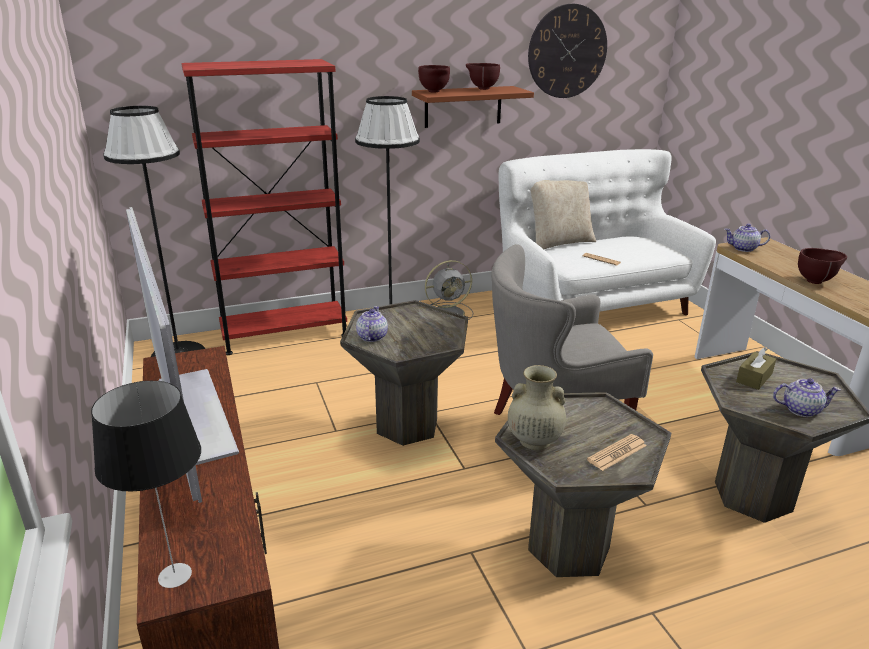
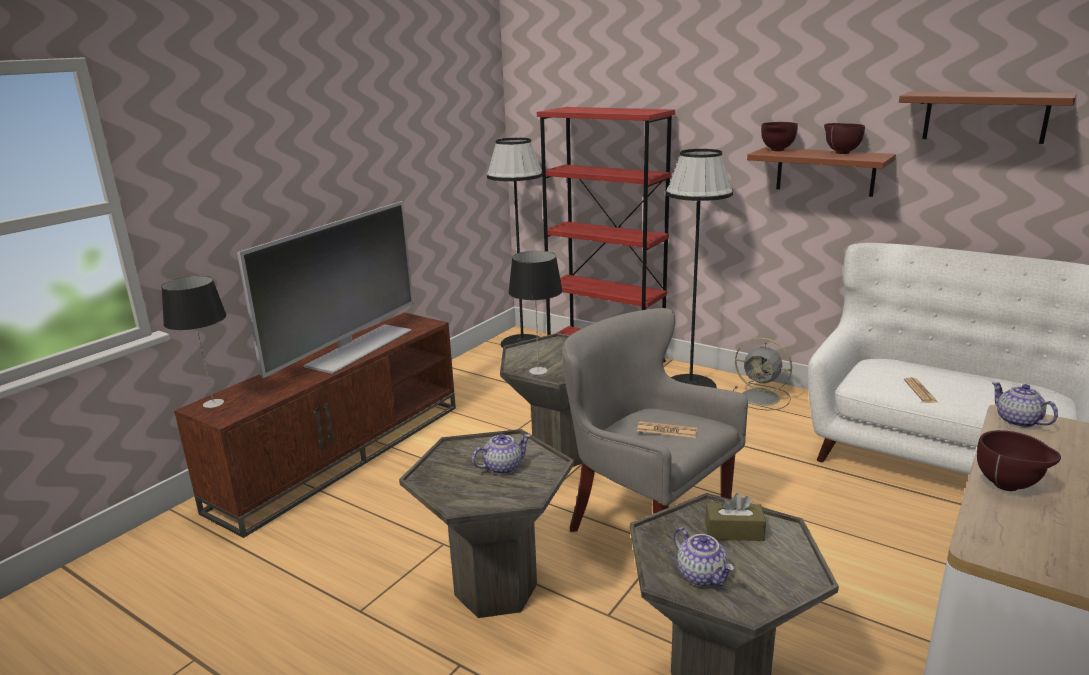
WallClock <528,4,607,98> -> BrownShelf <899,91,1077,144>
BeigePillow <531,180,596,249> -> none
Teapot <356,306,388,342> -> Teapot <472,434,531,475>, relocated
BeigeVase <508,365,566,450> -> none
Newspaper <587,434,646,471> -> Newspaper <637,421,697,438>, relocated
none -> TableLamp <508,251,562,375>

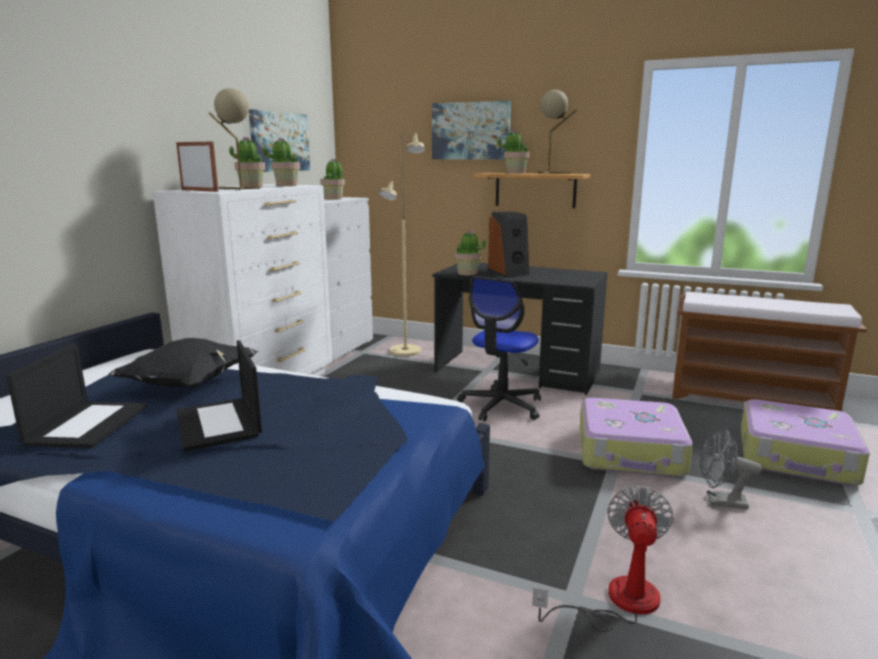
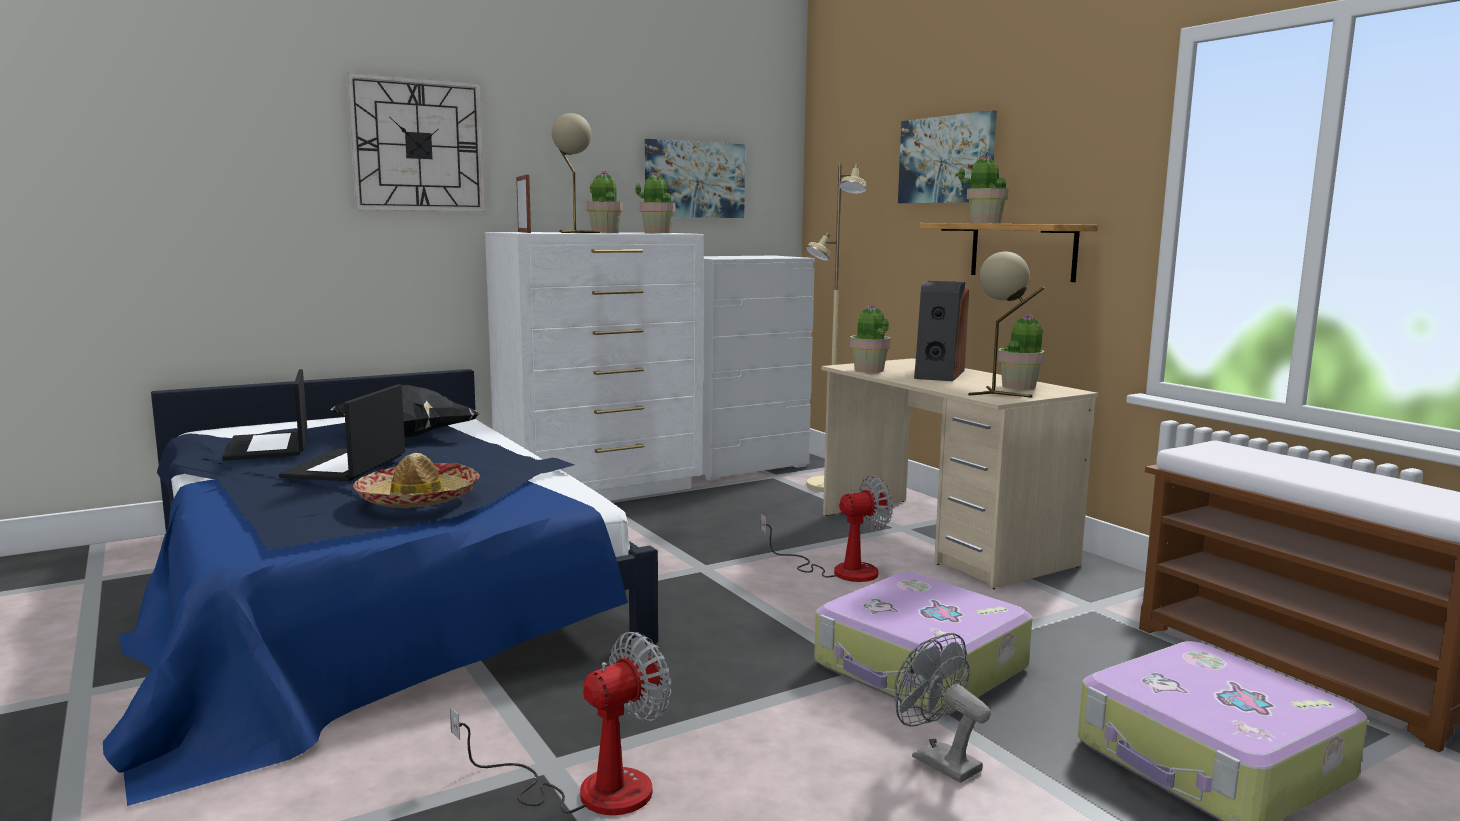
BeigeTableLamp <537,90,577,174> -> BeigeTableLamp <968,251,1045,398>, relocated
PottedPlant <320,159,345,200> -> PottedPlant <998,314,1045,390>, relocated
BlackDesk <432,263,608,395> -> BeigeDesk <821,358,1098,589>
OfficeChair <457,276,541,421> -> Fan <761,475,893,582>
Laptop <6,344,148,448> -> Laptop <222,369,308,461>, 120 degrees clockwise
none -> WallClock <346,73,485,212>
none -> Hat <353,453,480,508>

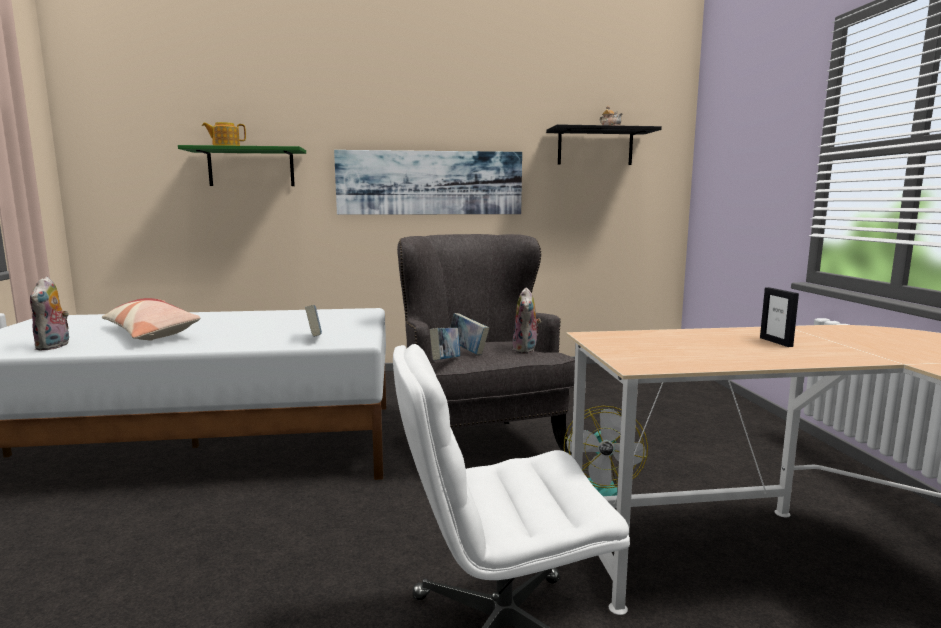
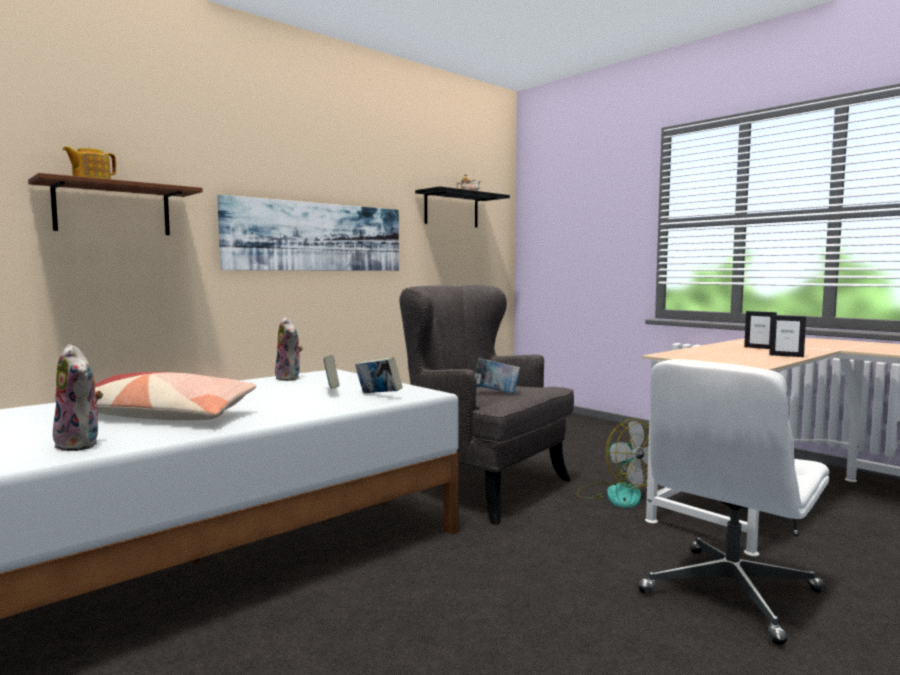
GreenShelf <178,145,306,186> -> BrownShelf <28,173,203,235>
PlushToy <513,287,542,354> -> PlushToy <275,317,303,381>, relocated
Book <430,328,460,361> -> Book <323,355,340,388>, relocated
none -> PictureFrame <769,315,806,357>

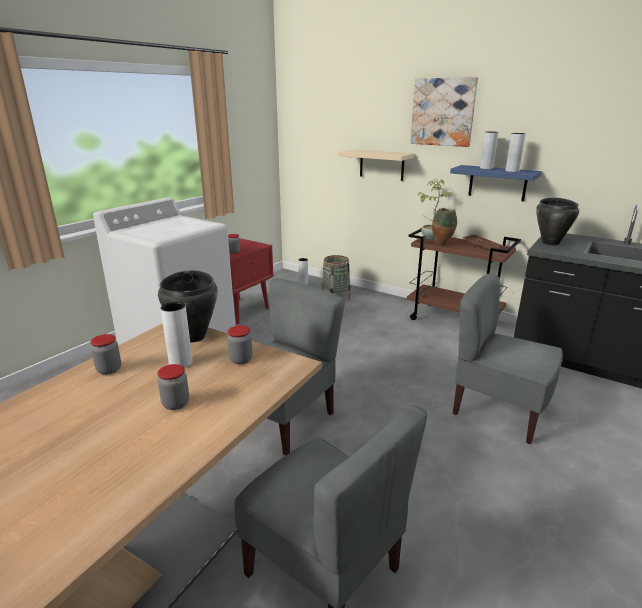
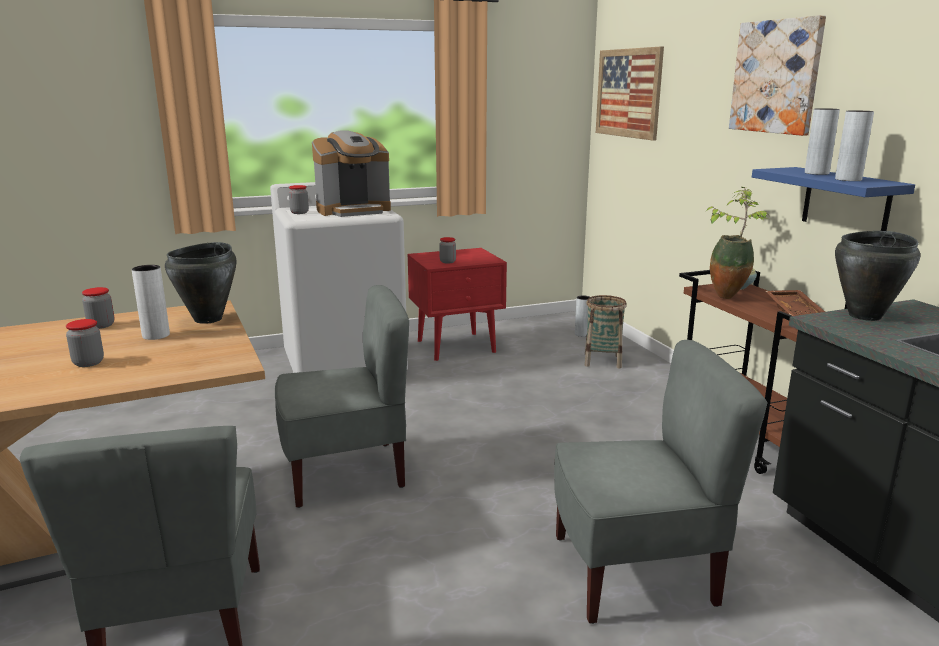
BeigeShelf <338,149,414,181> -> none
GreyChair <453,273,563,444> -> GreyChair <554,340,768,624>, 105 degrees clockwise
Jar <227,325,253,364> -> Jar <289,185,309,214>, relocated
none -> Picture <596,47,664,141>
none -> CoffeeMachine <312,130,391,217>

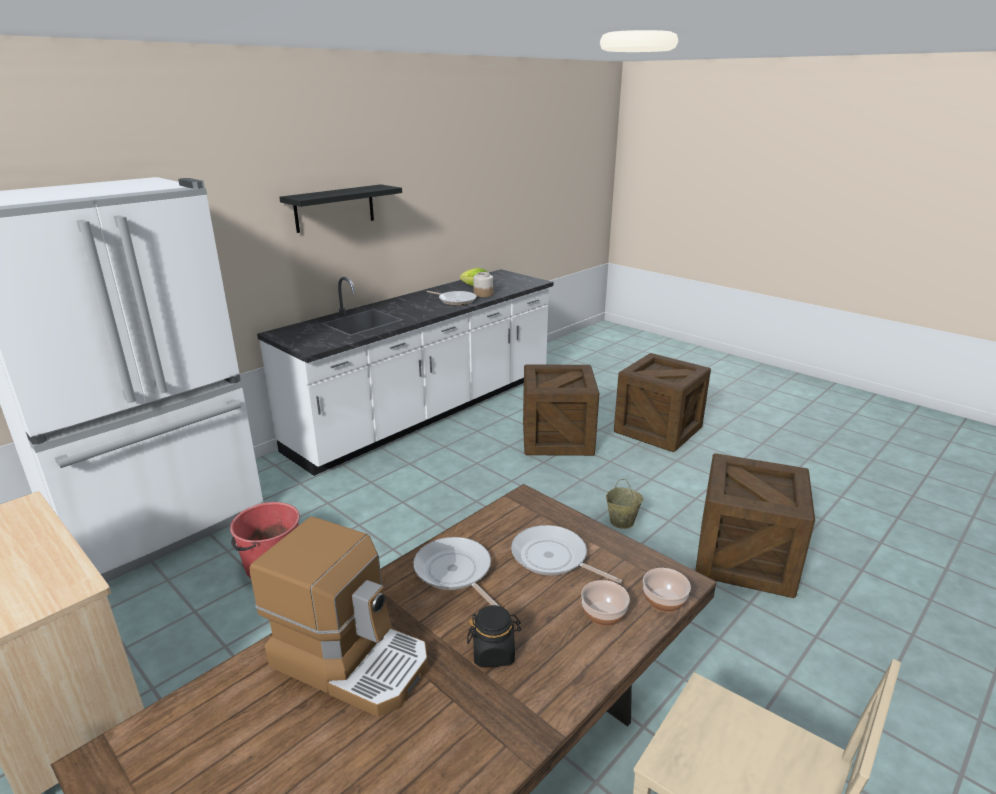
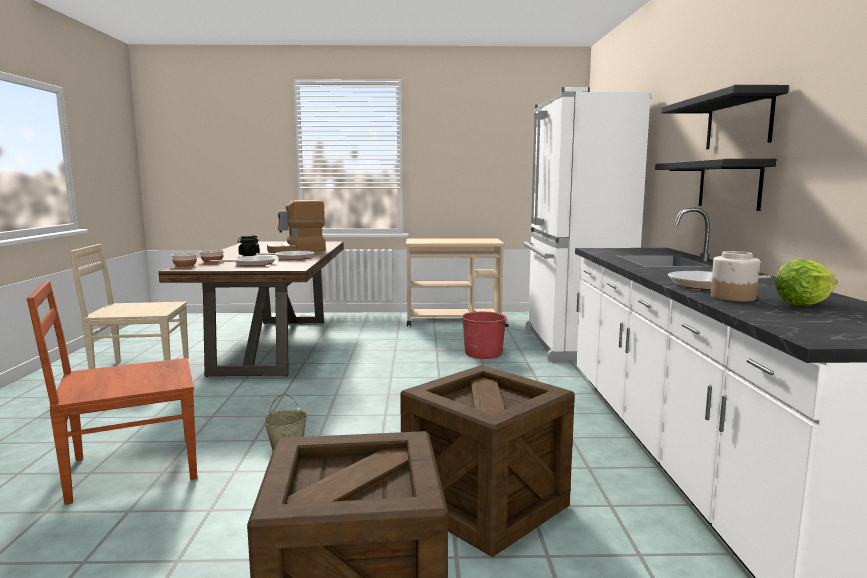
Crate <695,453,815,598> -> BrownChair <27,280,197,505>
none -> BlackShelf <655,159,776,211>

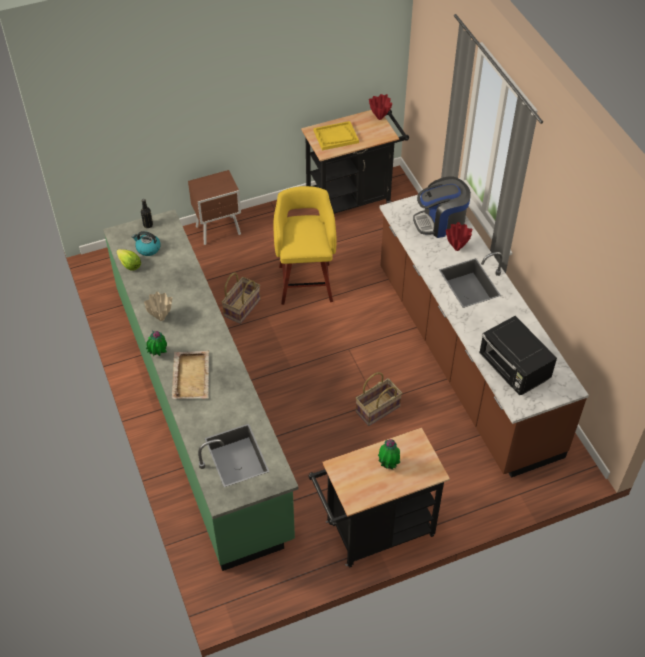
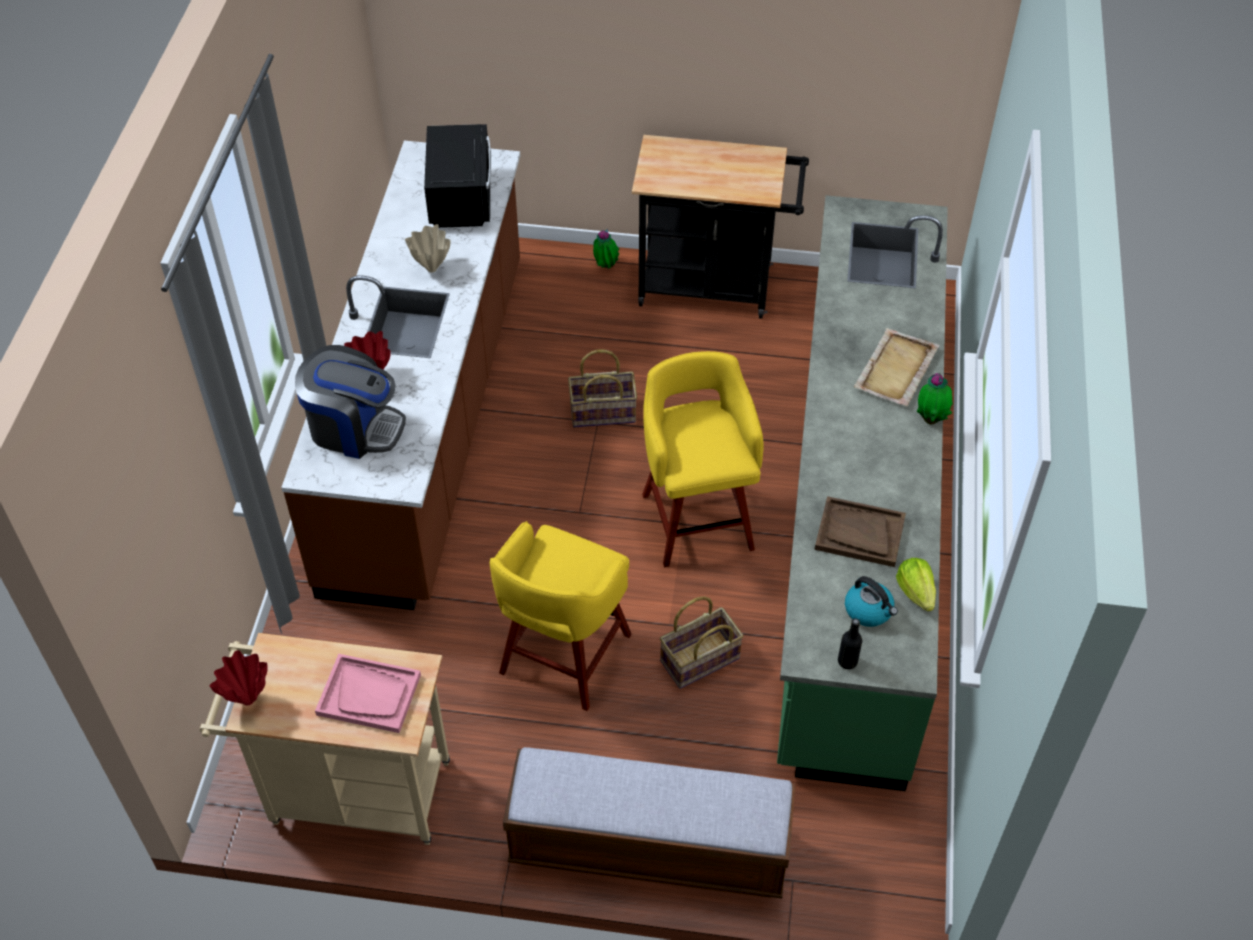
BlackCart <301,109,409,214> -> BeigeCart <200,633,450,845>
YellowTray <314,121,359,150> -> PinkTray <315,654,421,733>
BrownNightstand <188,170,241,245> -> Bench <503,747,796,898>
BeigeVase <144,291,172,321> -> BeigeVase <405,224,451,273>, relocated
PottedPlant <378,439,400,470> -> PottedPlant <593,229,620,269>, relocated
none -> YellowStool <642,351,764,567>
none -> BrownTray <815,496,906,567>

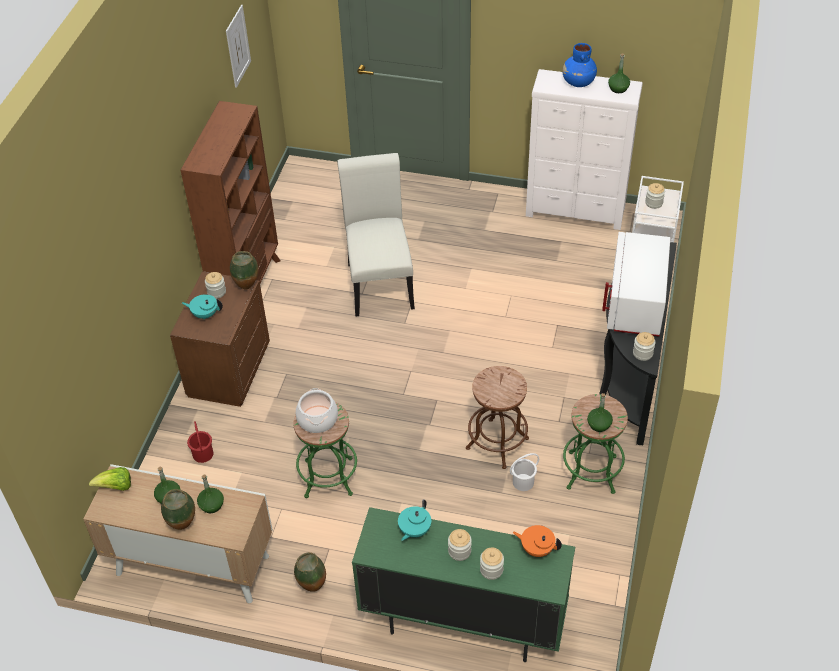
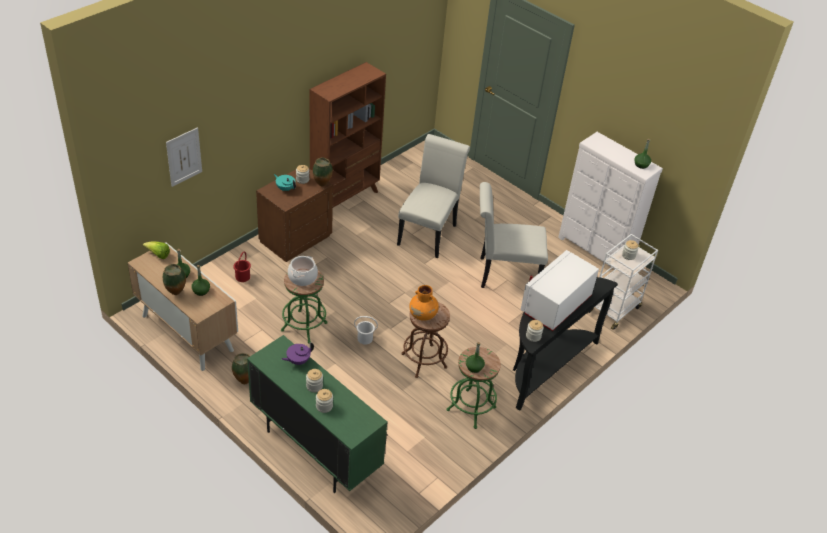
Picture <226,5,251,88> -> Picture <166,127,202,187>, relocated
BlueVase <563,43,597,87> -> none
WhiteBucket <510,453,539,491> -> WhiteBucket <354,316,378,345>, relocated
TurquoiseTeapot <398,500,431,541> -> PurpleTeapot <282,342,314,365>
OrangeTeapot <513,525,562,557> -> none
none -> WhiteChair <480,182,548,288>
none -> OrangeVase <409,285,439,321>

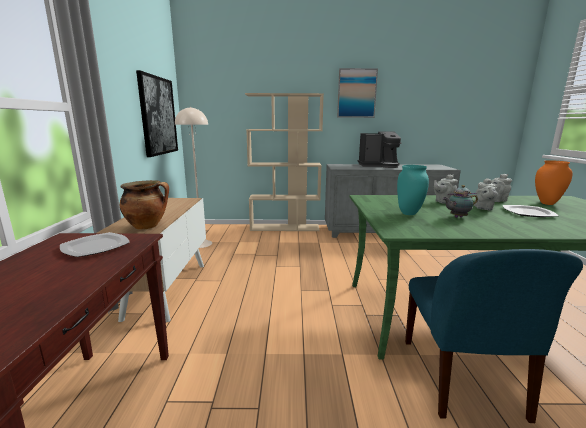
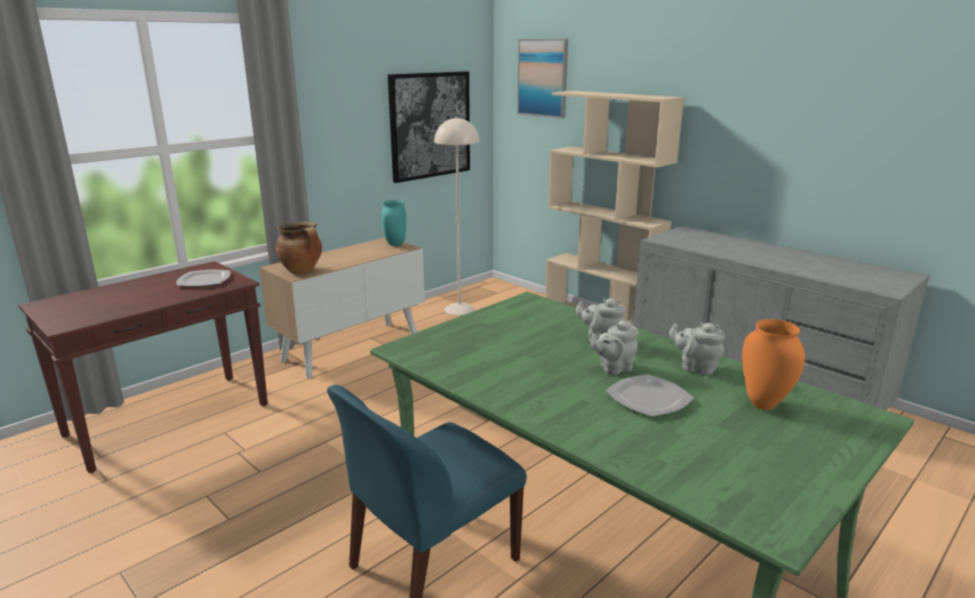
Picture <337,68,378,118> -> Picture <517,39,568,119>, relocated
CoffeeMachine <358,131,402,168> -> none
TurquoiseVase <397,165,429,215> -> TurquoiseVase <382,200,406,246>, relocated
Teapot <443,185,478,218> -> none

